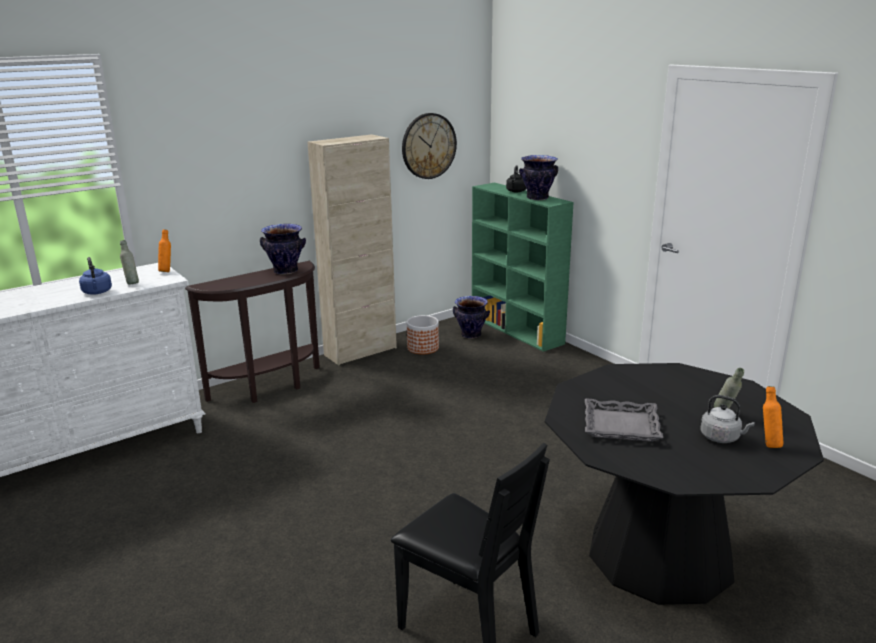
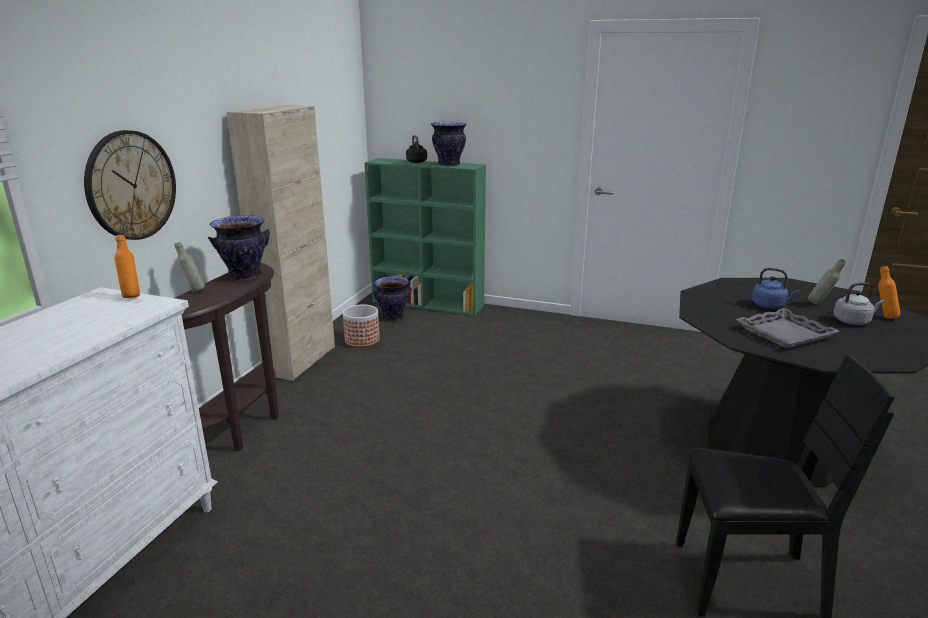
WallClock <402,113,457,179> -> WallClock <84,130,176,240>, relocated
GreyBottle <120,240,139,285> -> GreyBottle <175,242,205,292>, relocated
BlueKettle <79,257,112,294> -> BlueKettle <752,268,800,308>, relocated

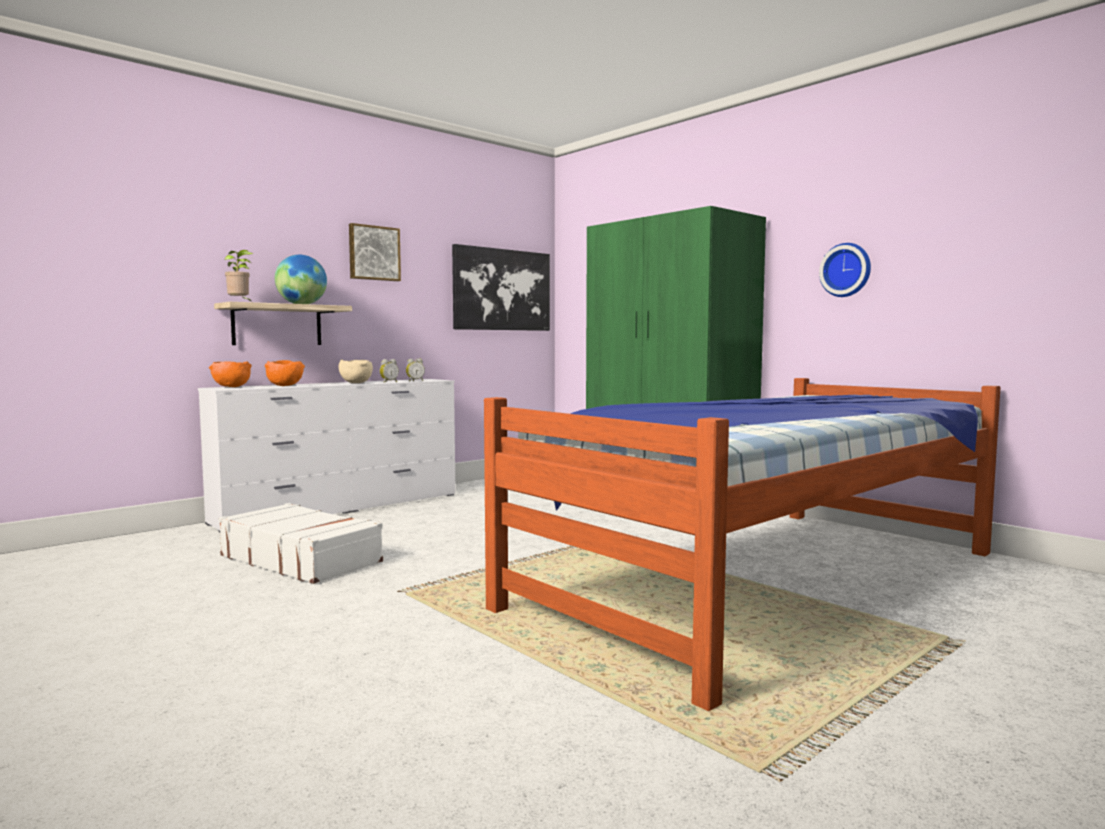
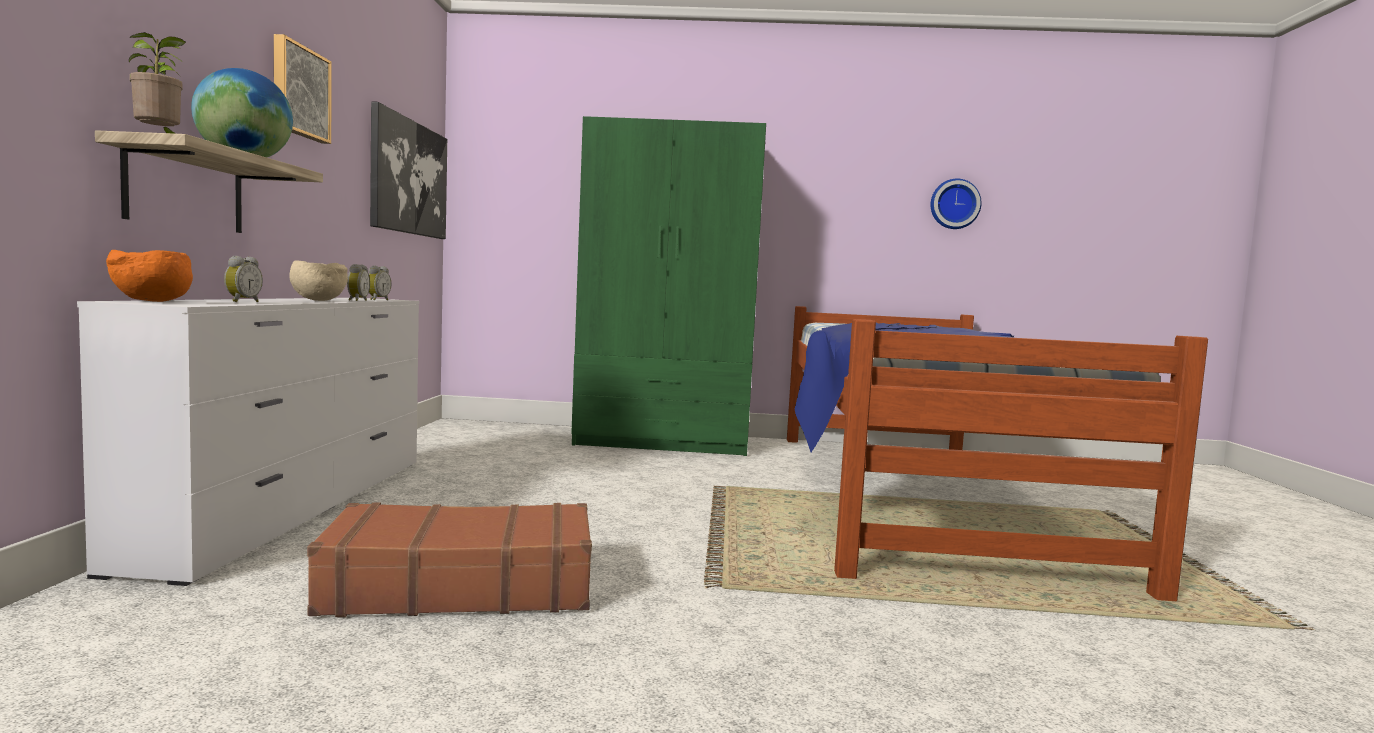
WallClock <819,243,871,297> -> WallClock <931,178,982,229>, relocated
OrangeBowl <265,360,305,386> -> AlarmClock <224,256,263,302>
WhiteSuitcase <219,503,383,584> -> BrownSuitcase <307,502,592,618>

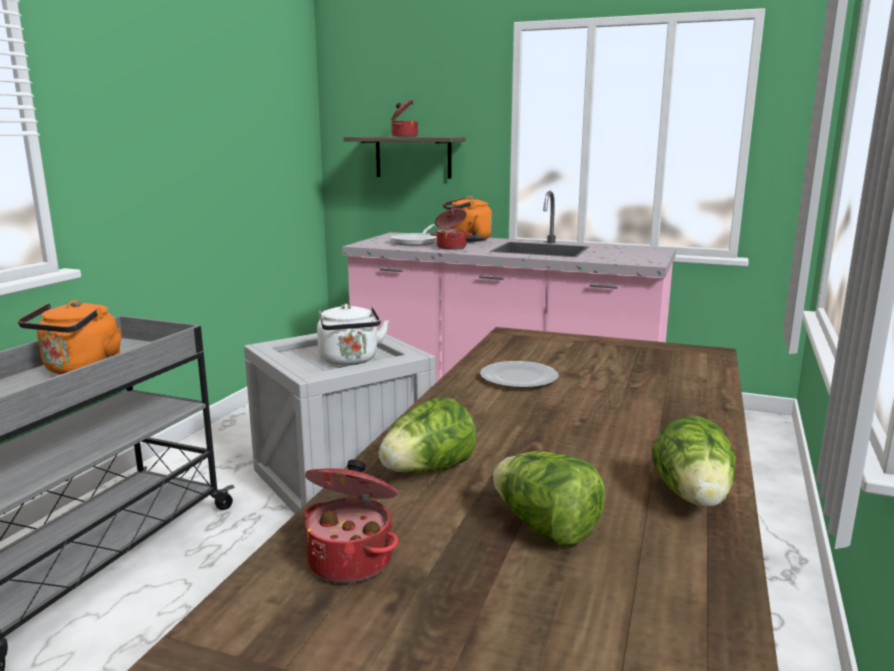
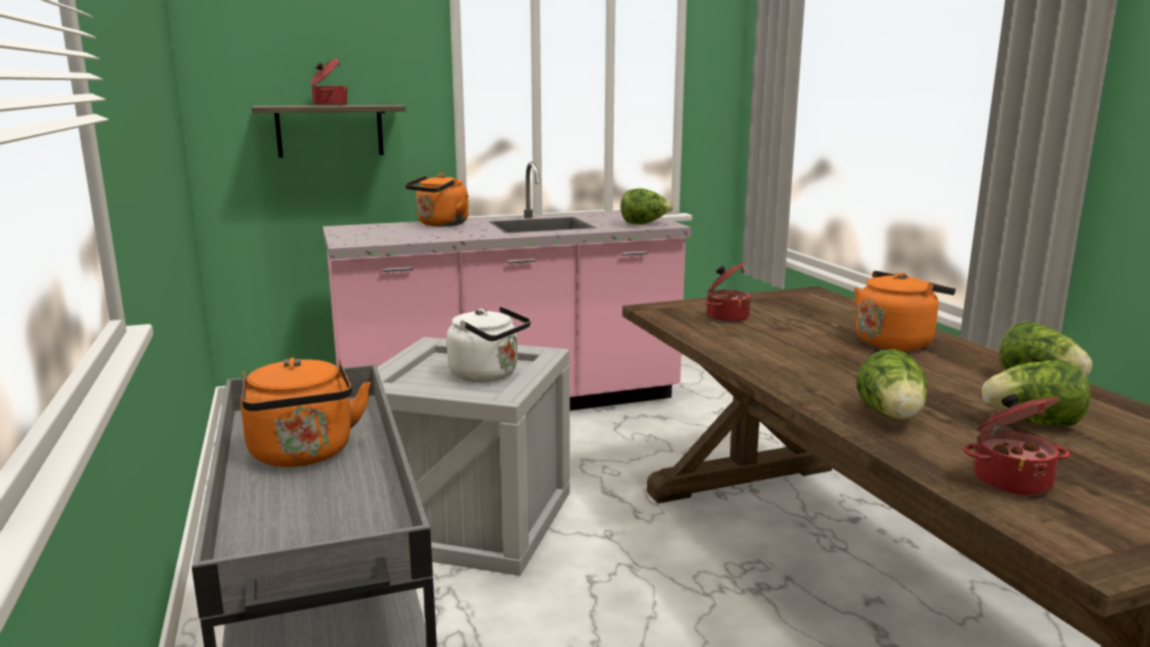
CookingPot <430,208,472,250> -> CookingPot <705,262,751,322>, relocated
FryingPan <390,224,437,246> -> none
Plate <480,361,559,388> -> none
none -> Lettuce <621,188,673,224>
none -> OrangeKettle <854,271,956,351>

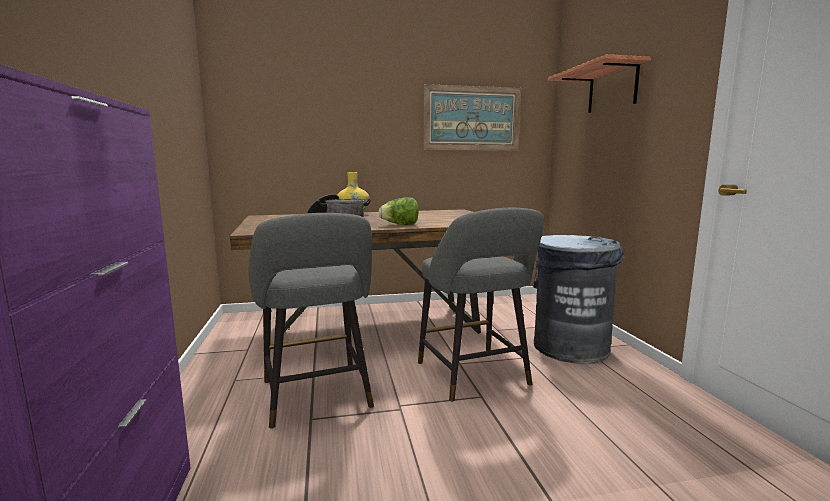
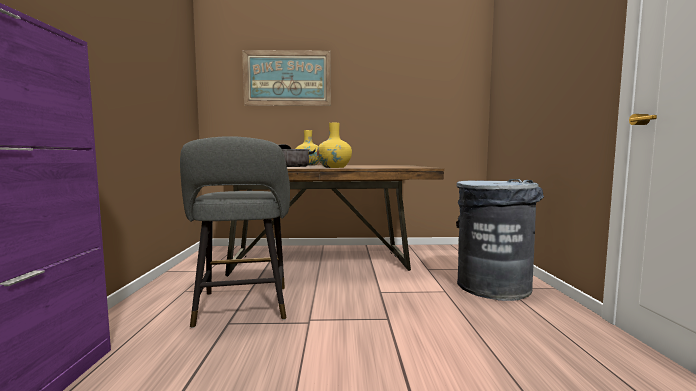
Shelf <548,54,651,113> -> none
Picture <424,84,521,151> -> Picture <242,50,331,106>, relocated
Lettuce <378,197,418,225> -> YellowVase <317,123,352,168>
GreyStool <418,208,544,402> -> none

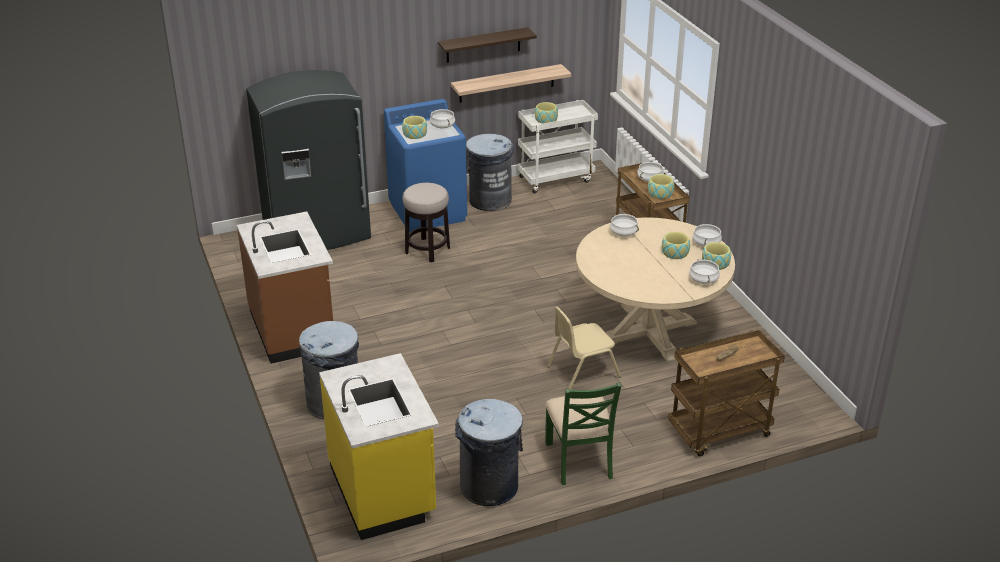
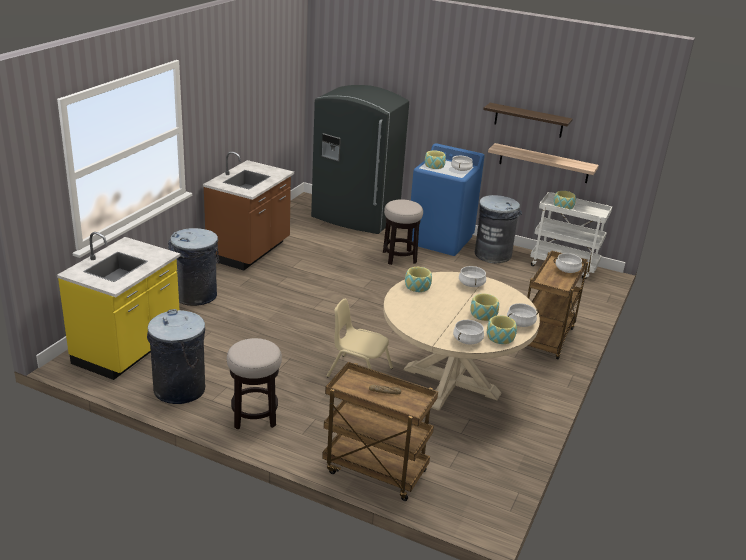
Bowl <648,174,674,199> -> Bowl <405,267,432,292>, relocated
GreenChair <545,383,621,485> -> Stool <227,338,282,430>

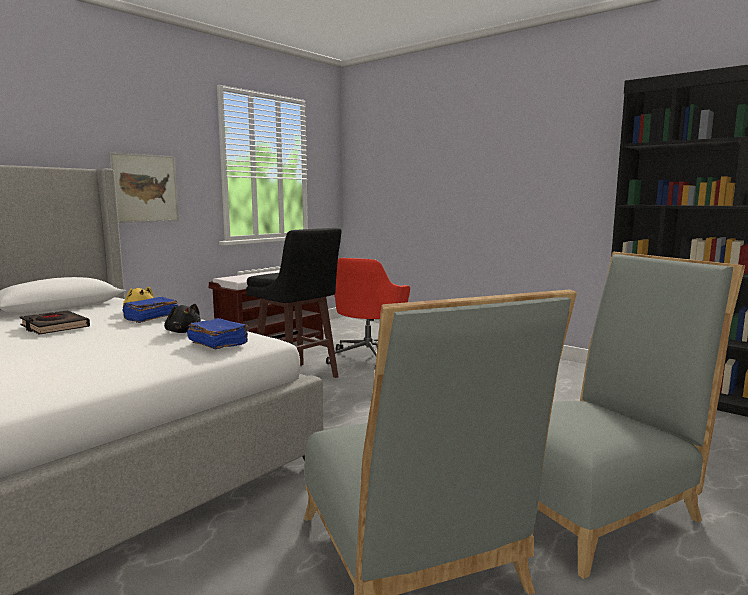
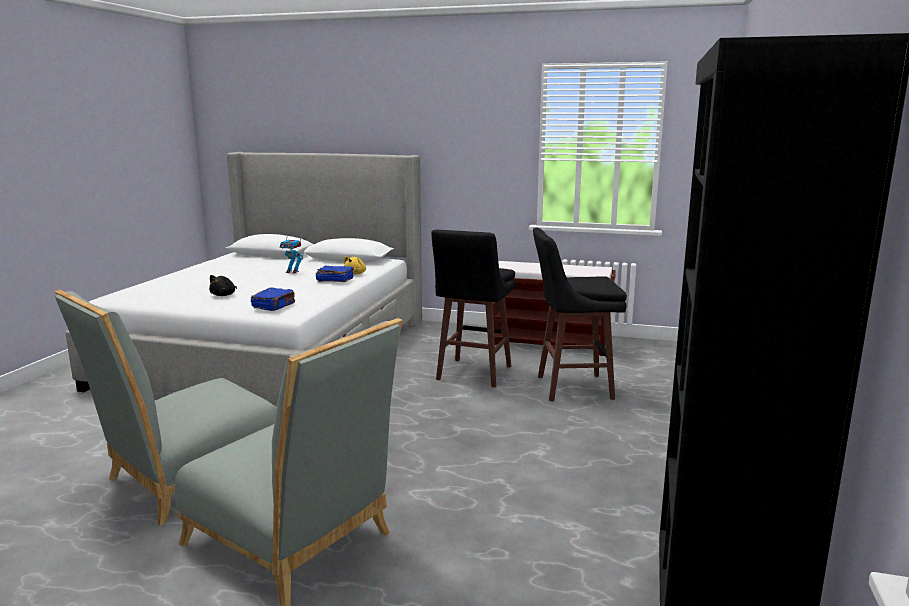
Picture <108,152,179,223> -> none
RedOfficeChair <326,258,410,365> -> BlackStool <533,228,627,401>
BlackPlushToy <164,304,201,333> -> BlackPlushToy <209,275,237,296>, relocated
BlackBook <20,311,90,335> -> ToyRobot <280,233,303,274>

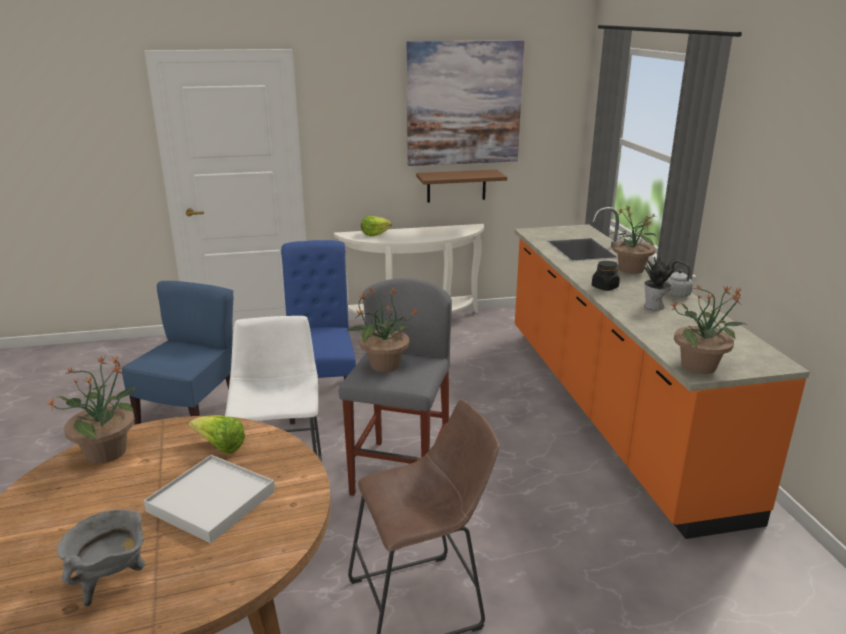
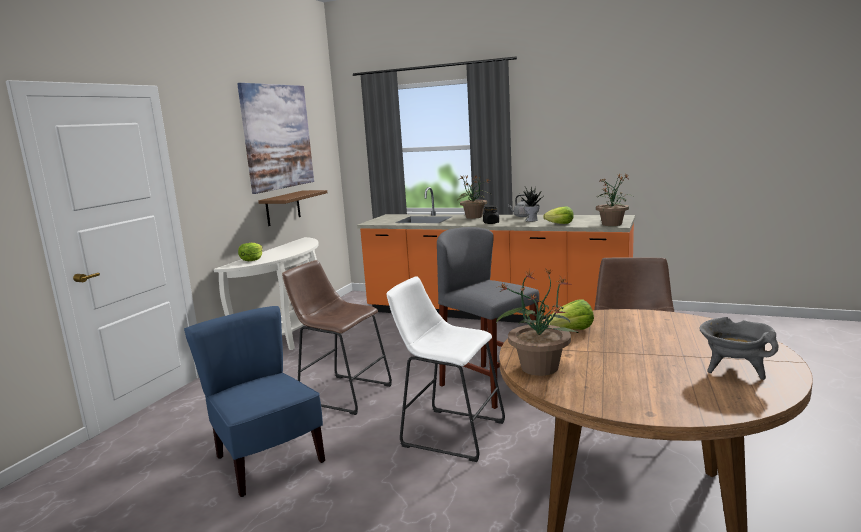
BlueChair <281,240,356,424> -> BrownStool <282,260,392,415>
PottedPlant <345,287,418,372> -> none
WhiteTray <144,455,275,544> -> none
none -> Lettuce <543,207,574,224>

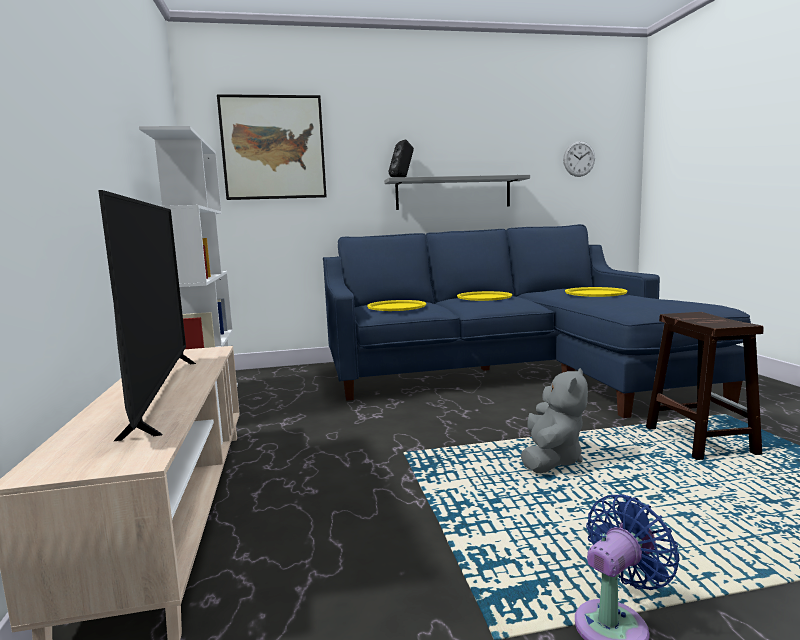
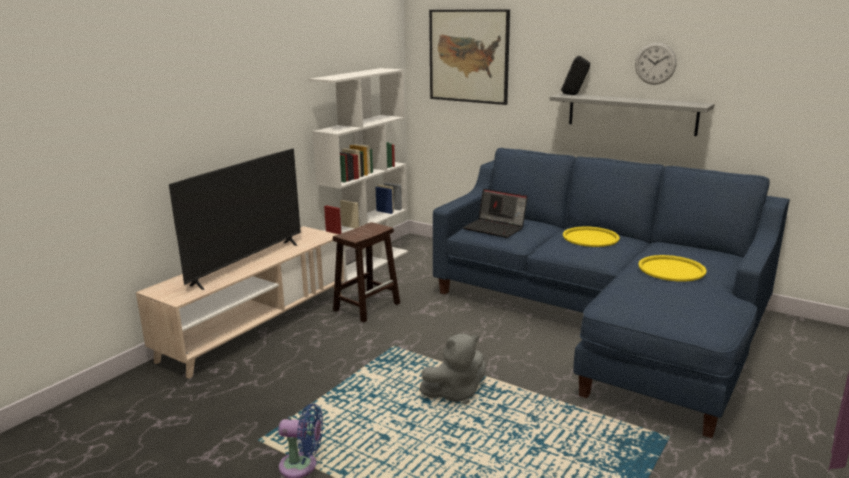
WallClock <563,141,595,177> -> WallClock <635,43,677,85>, relocated
YellowTray <367,300,426,311> -> Laptop <463,189,528,238>
BrownStool <646,312,764,460> -> BrownStool <333,222,400,322>, relocated

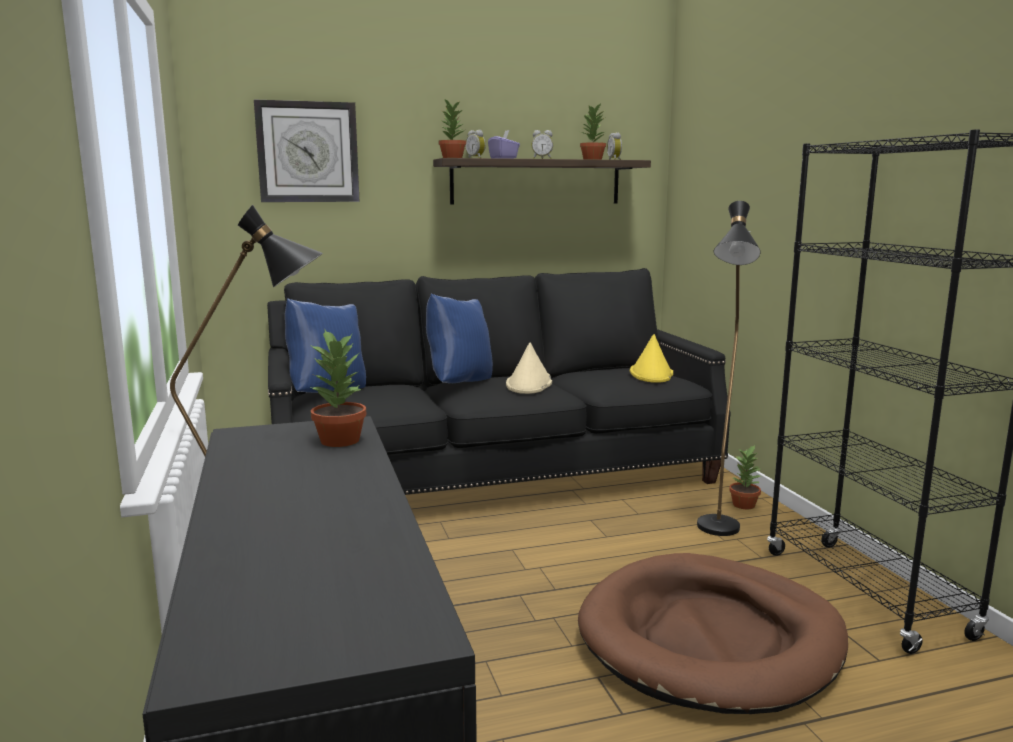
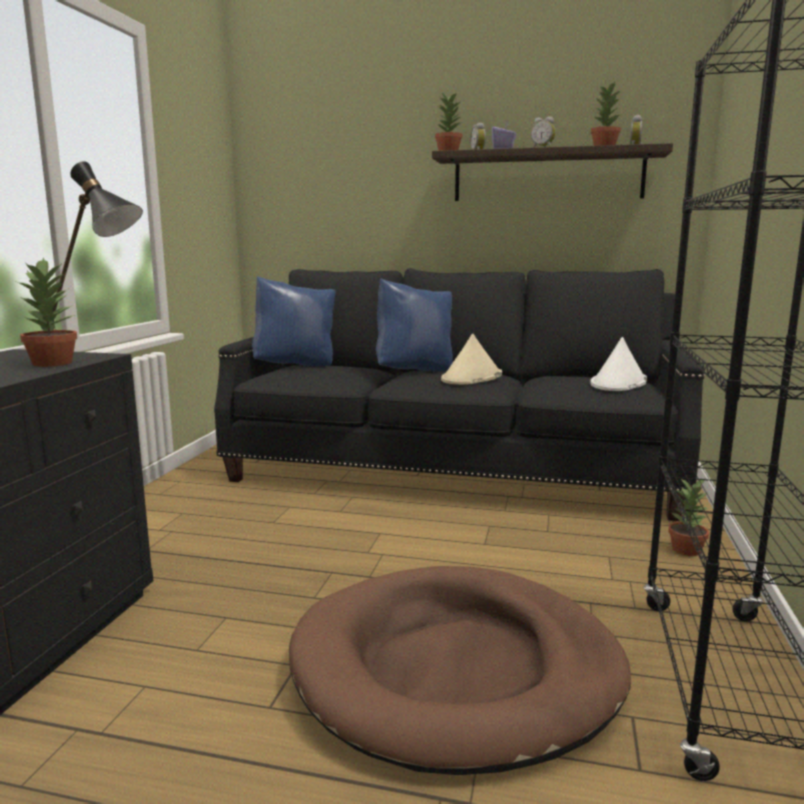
WallClock <254,100,360,202> -> none
BlackFloorLamp <697,201,761,536> -> none
YellowHat <630,334,673,383> -> WhiteHat <590,337,647,391>

